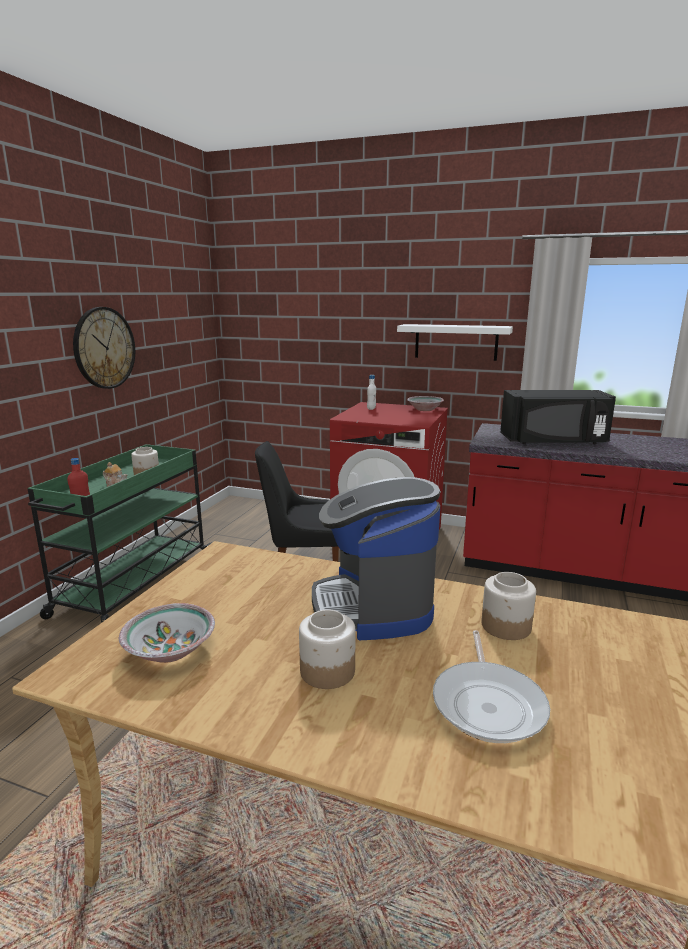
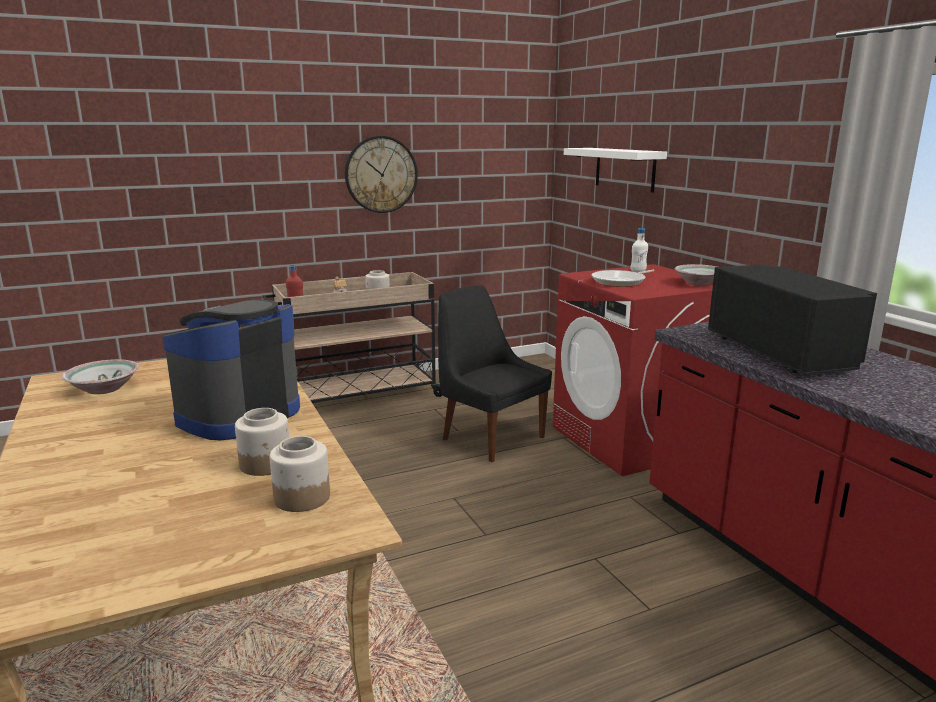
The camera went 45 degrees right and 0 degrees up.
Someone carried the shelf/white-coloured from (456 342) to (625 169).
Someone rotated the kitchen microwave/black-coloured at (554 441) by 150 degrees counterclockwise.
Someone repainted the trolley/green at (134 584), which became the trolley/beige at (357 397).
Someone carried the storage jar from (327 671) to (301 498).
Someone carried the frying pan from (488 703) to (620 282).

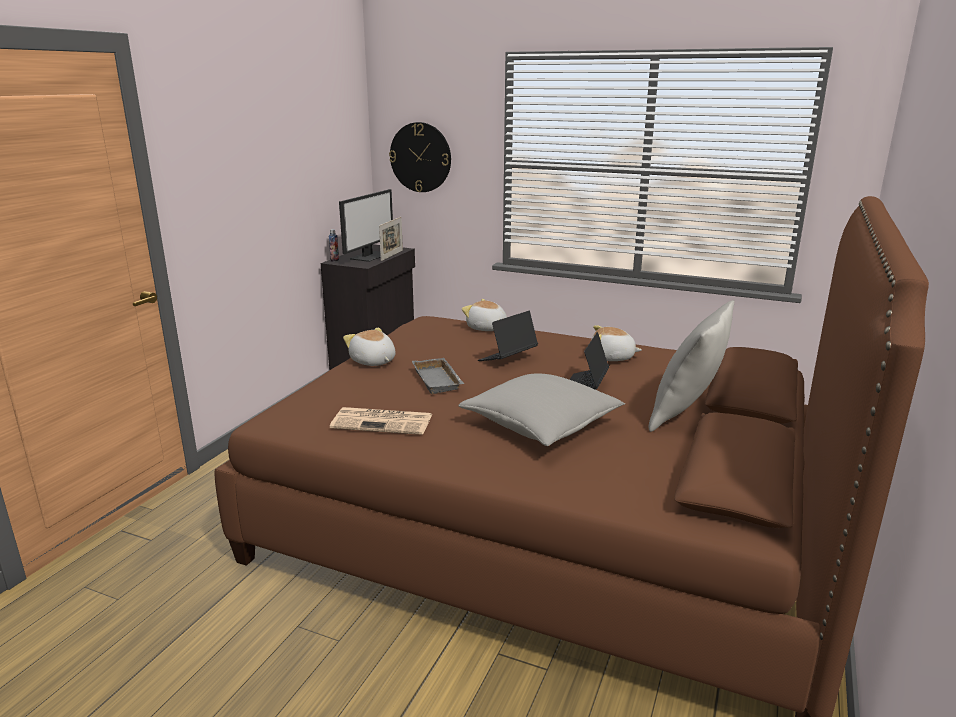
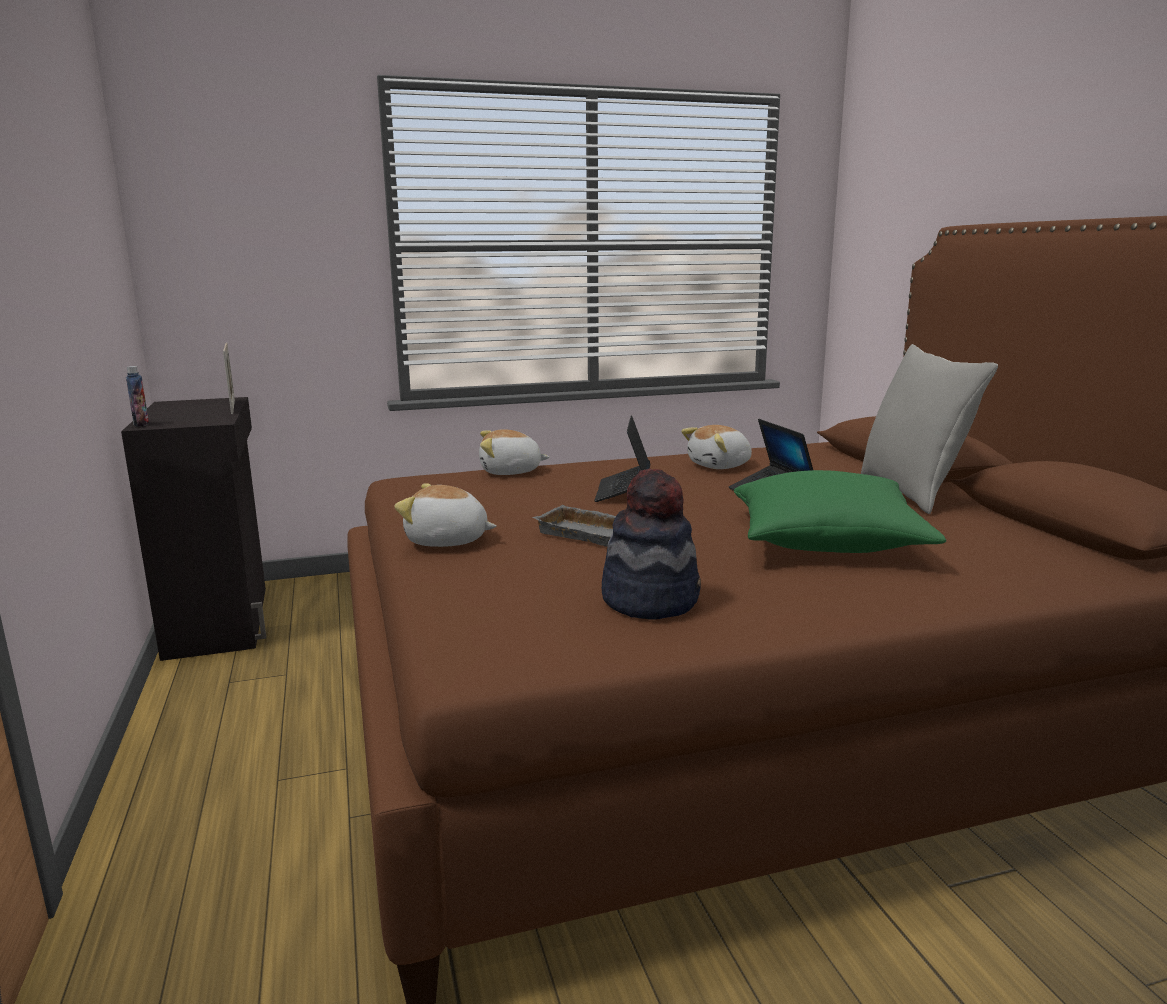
The camera went 40 degrees left and 5 degrees down.
Someone took away the wall clock at (420 157).
Someone took away the computer display at (369 256).
Someone repainted the pillow/gray at (541 425), which became the pillow/green at (826 541).
Someone swapped the daily paper at (384 422) for the clothing hat at (650 600).

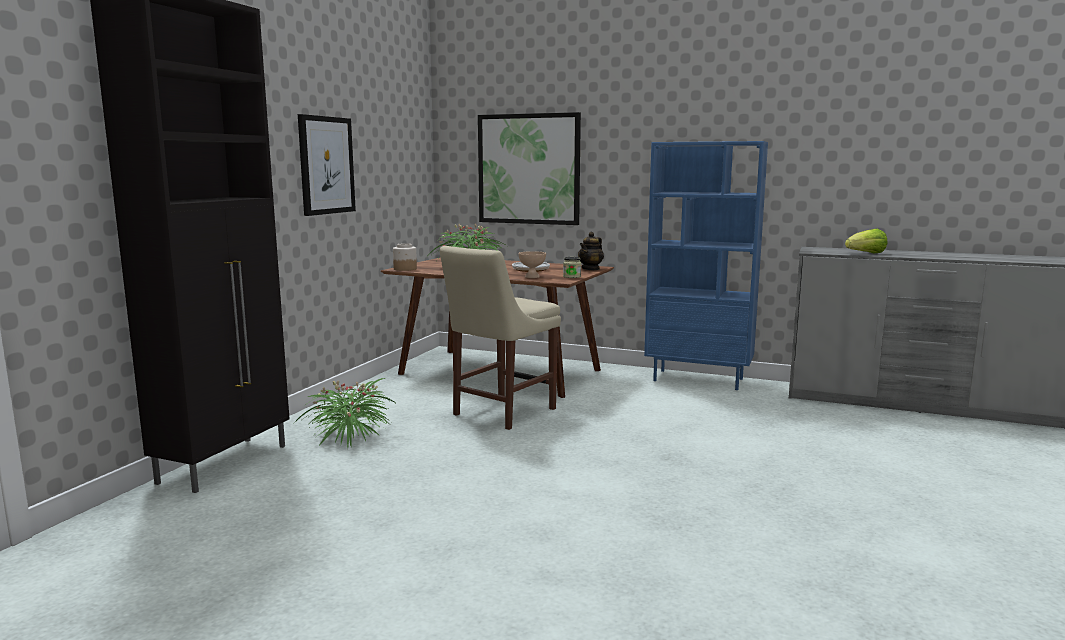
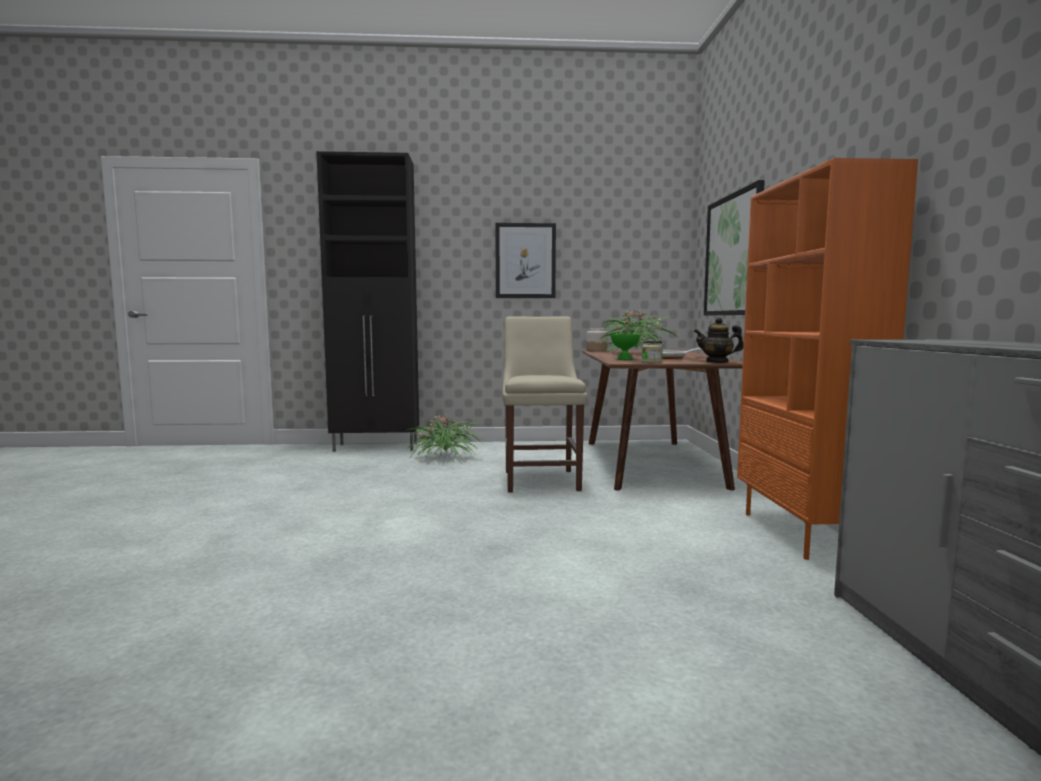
The camera went 65 degrees right and 5 degrees down.
Someone repainted the shelving unit/blue at (699 379), which became the shelving unit/orangey at (803 534).
Someone took away the lettuce head at (866 253).
Someone rotated the chair/beige at (500 413) by 75 degrees clockwise.
Someone repainted the bowl/beige at (532 277), which became the bowl/green at (624 359).

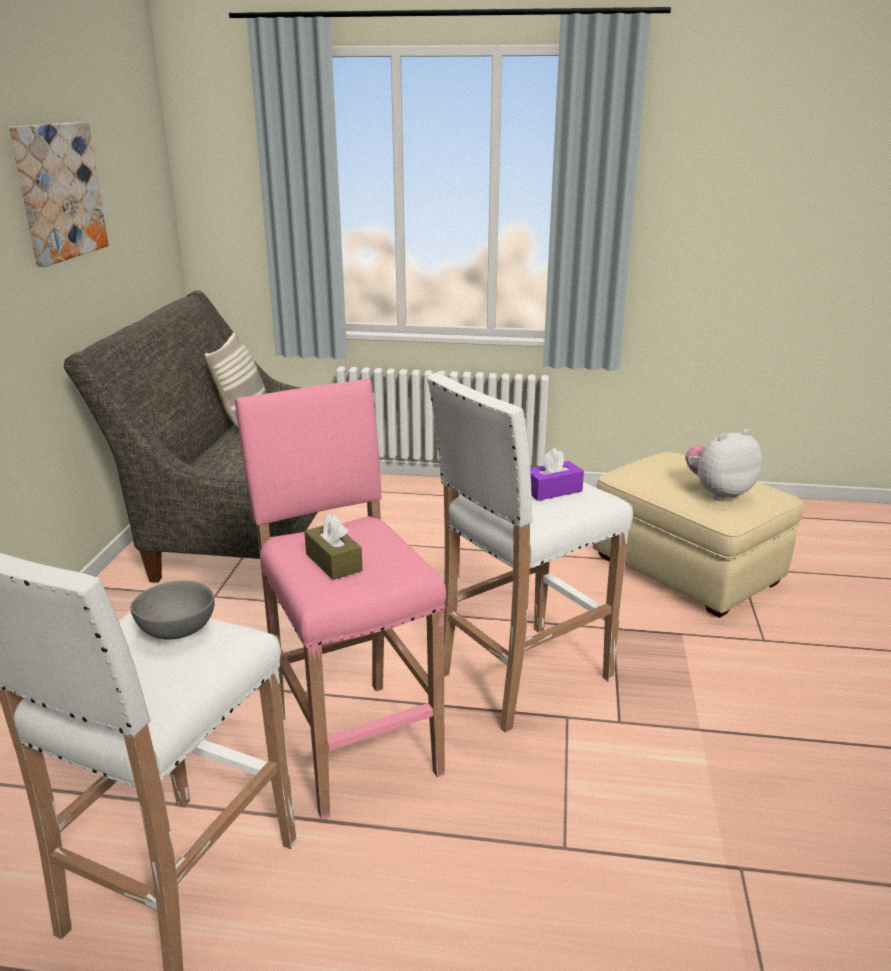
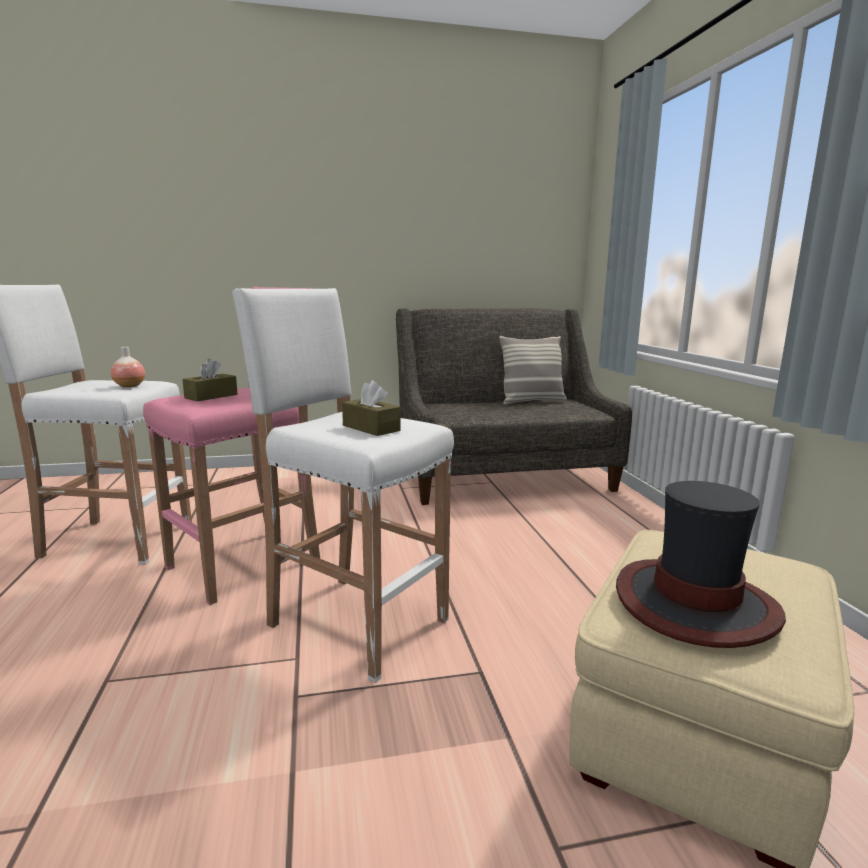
The camera went 70 degrees right and 10 degrees down.
Someone took away the wall art at (59 191).
Someone swapped the cuddly toy at (718 493) for the clothing hat at (695 603).
Someone repainted the tissue box/purple-coloured at (553 490), which became the tissue box/brown-coloured at (371 428).
Someone swapped the bowl/gray at (175 630) for the flower vase at (129 386).

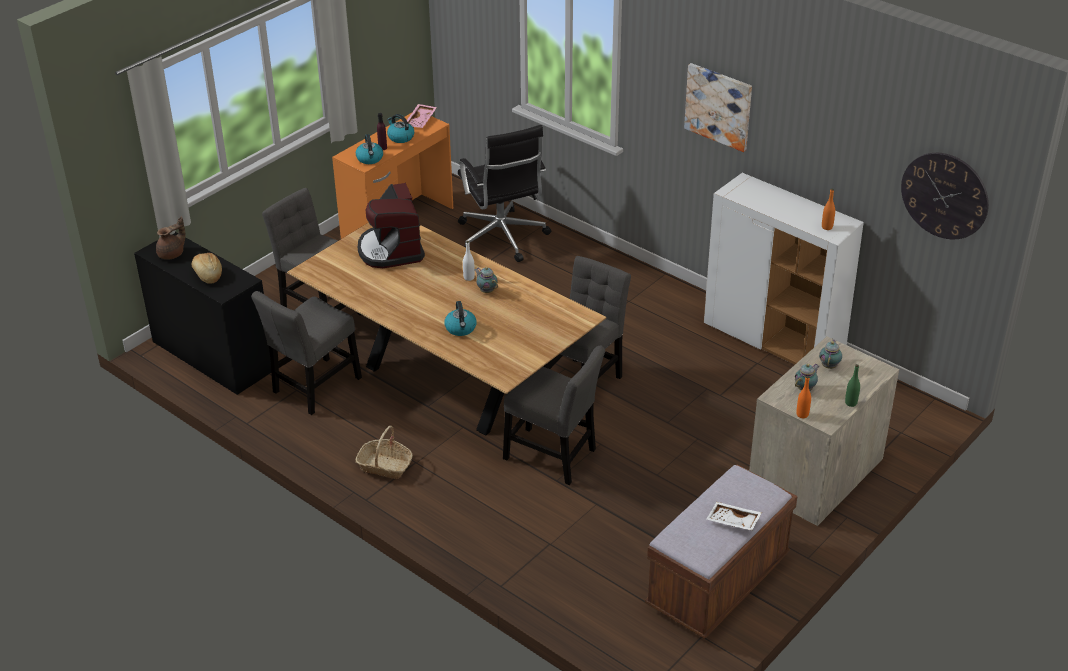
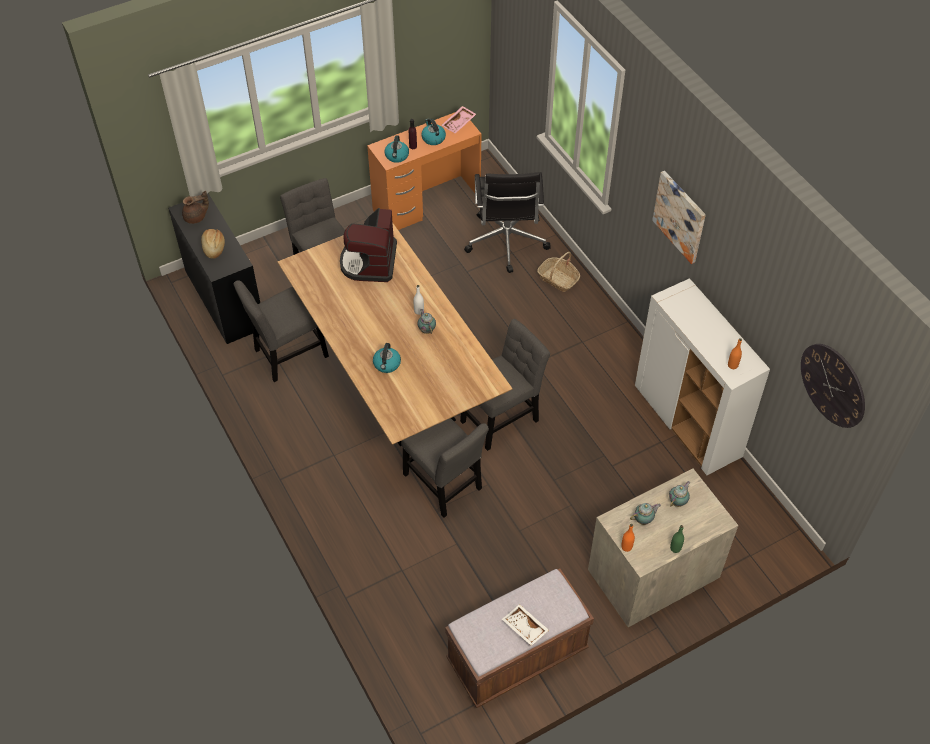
The camera went 20 degrees right and 15 degrees up.
Someone carried the household basket from (385 466) to (558 279).

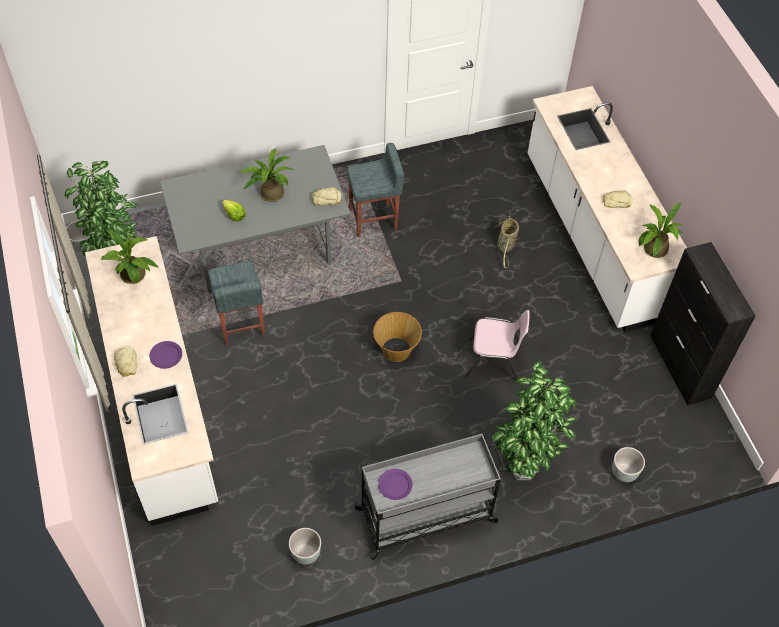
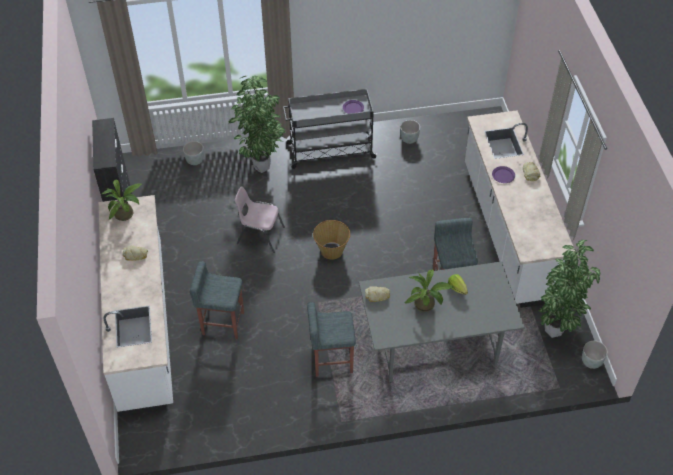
The camera went 170 degrees left and 5 degrees down.
Someone swapped the household basket at (505 247) for the sitting stool/gray at (222 323).
Someone took away the plant in a pot at (134 277).

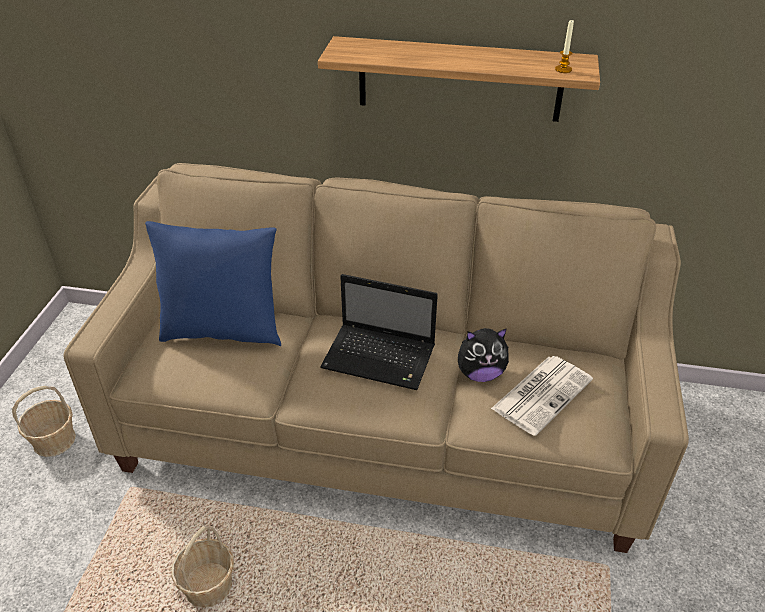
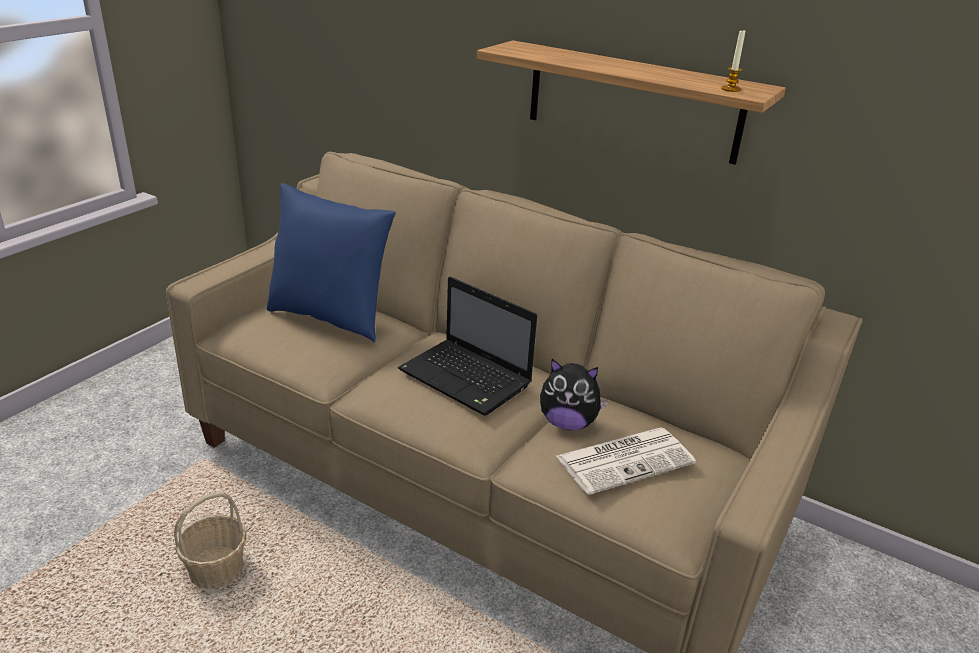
The camera went 20 degrees right and 10 degrees down.
Someone took away the household basket at (55 440).

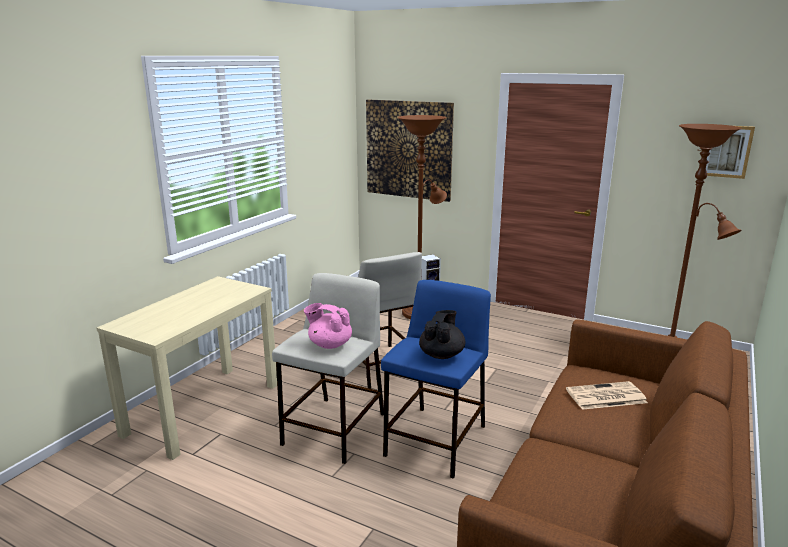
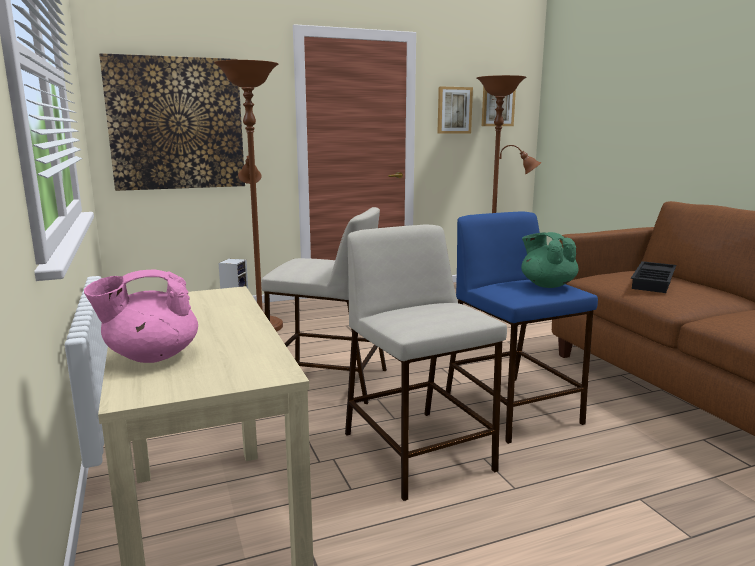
The camera went 50 degrees left and 5 degrees down.
Someone carried the teapot/pink-coloured from (329 344) to (151 356).
Someone repainted the teapot/black-coloured at (442 354), which became the teapot/green at (547 285).
Someone swapped the daily paper at (605 396) for the serving tray/black-coloured at (654 282).
Someone put up the wall art at (454 110).

